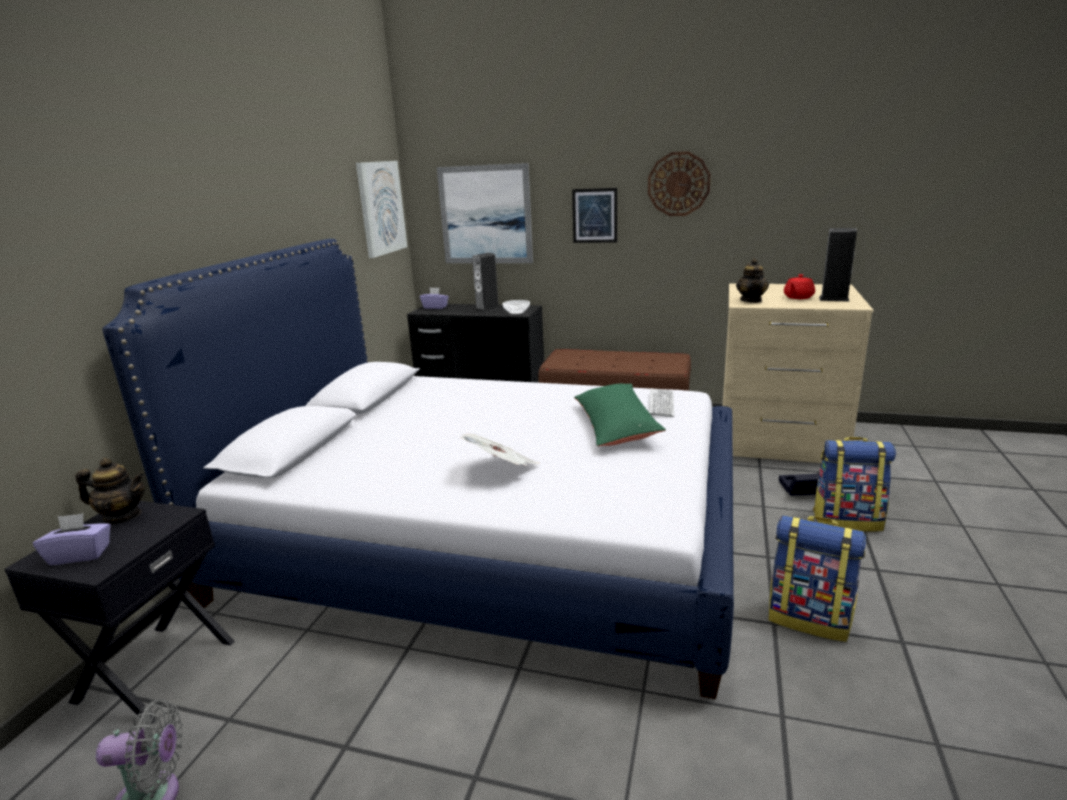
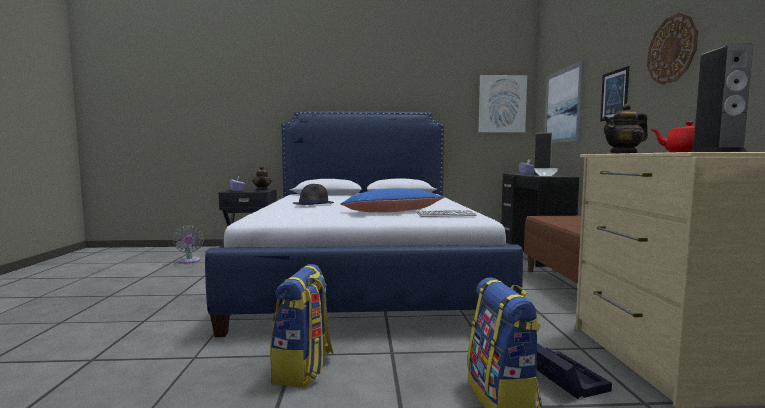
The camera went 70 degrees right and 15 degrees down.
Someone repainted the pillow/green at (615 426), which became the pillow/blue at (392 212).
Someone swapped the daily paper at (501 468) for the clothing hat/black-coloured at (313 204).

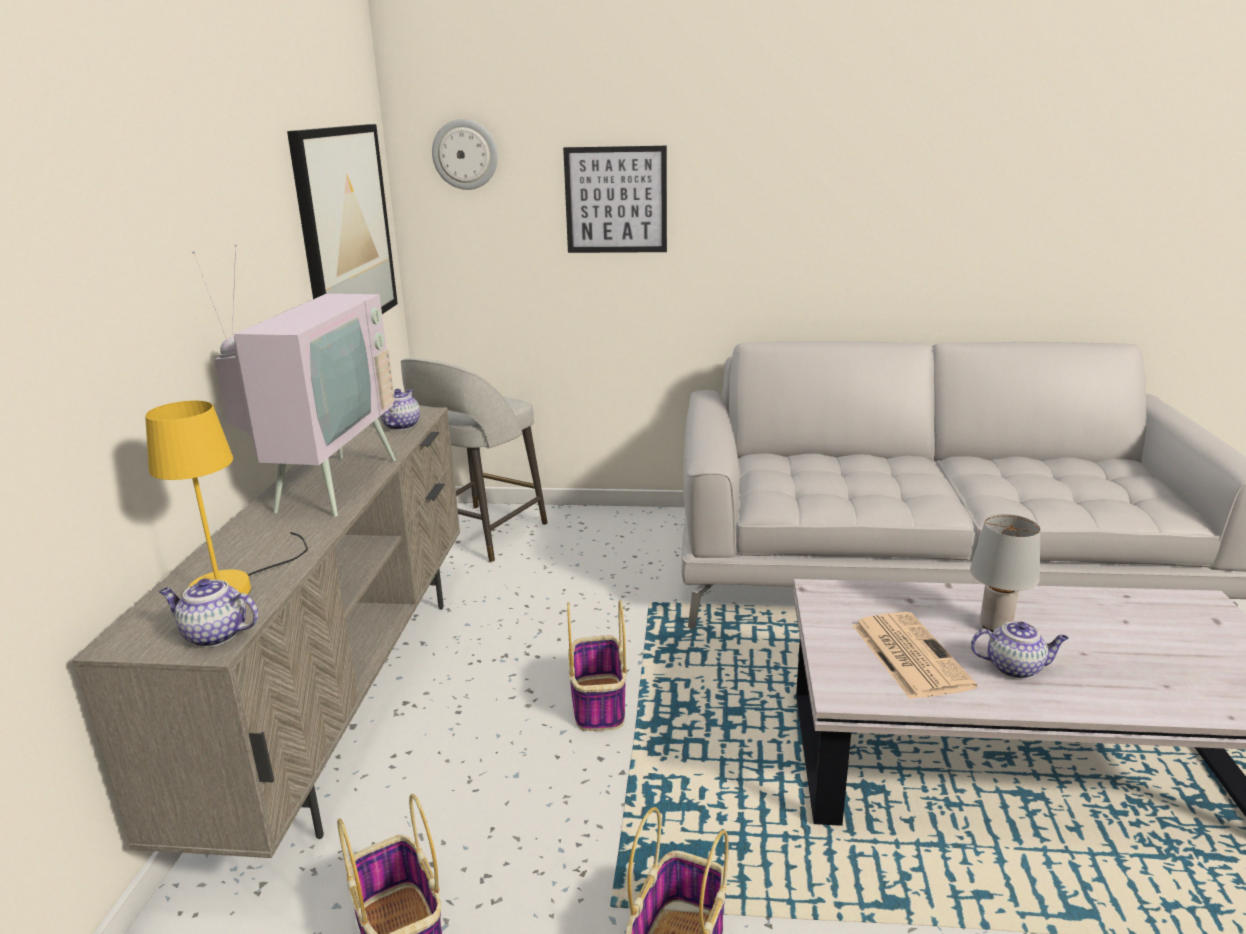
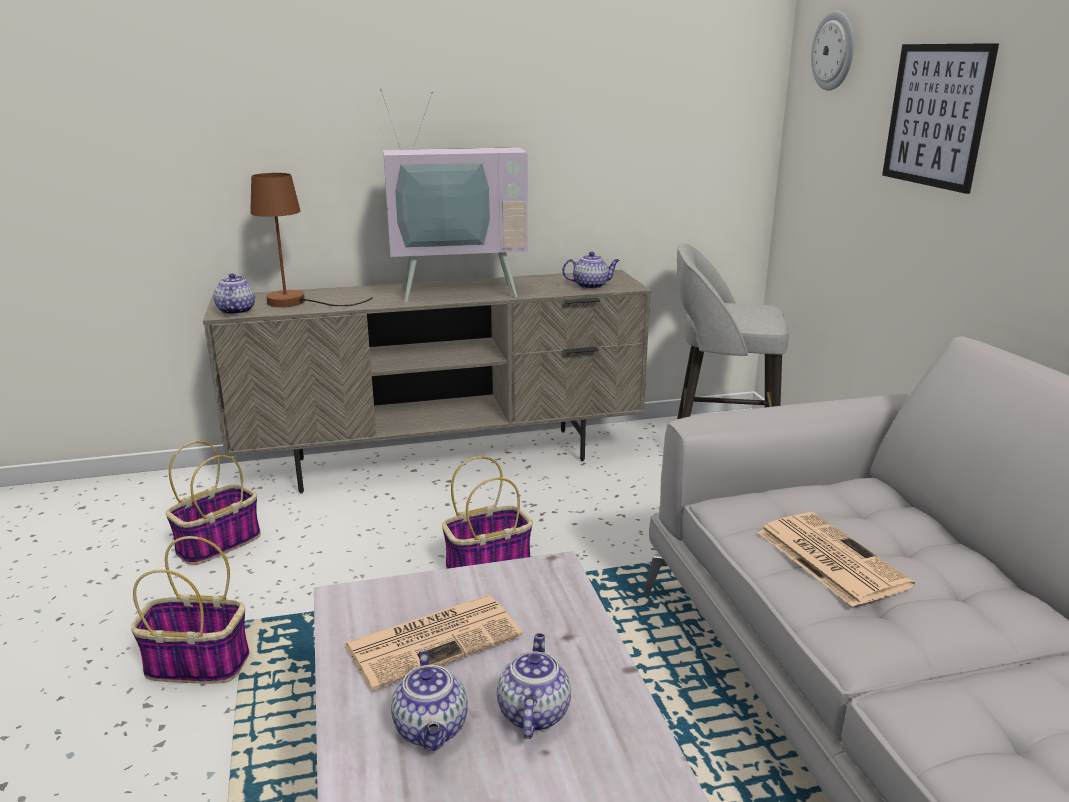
The camera went 70 degrees right and 0 degrees up.
Someone took away the wall art at (345 229).
Someone repainted the tabletop lamp/yellowish at (236 585), which became the tabletop lamp/brown-coloured at (297 302).
Someone swapped the tabletop lamp/gray at (994 626) for the teapot at (533 712).
Someone put down the daily paper at (829 558).

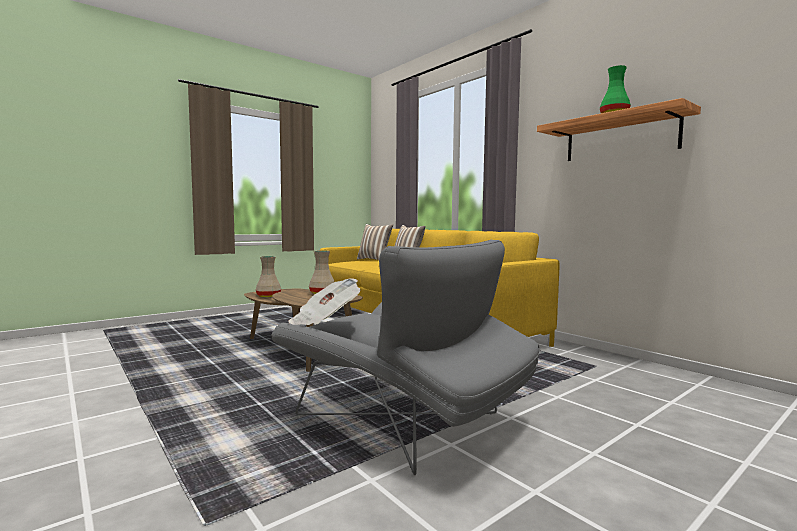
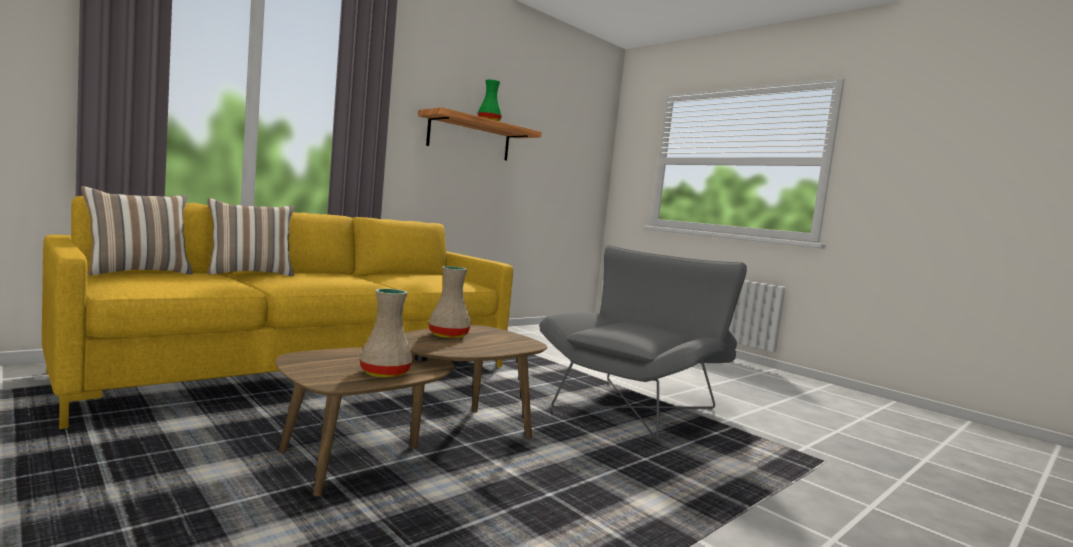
The camera went 95 degrees left and 0 degrees up.
Someone took away the daily paper at (324 320).

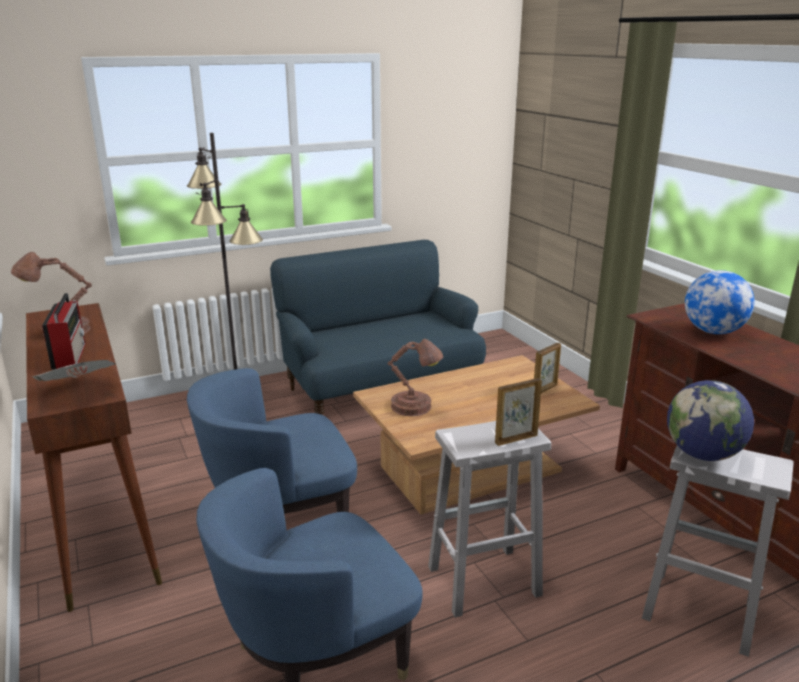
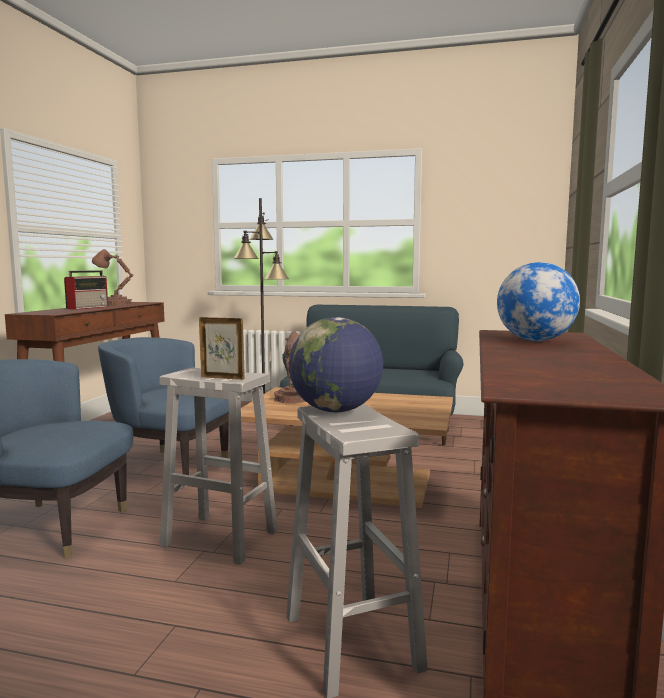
The camera went 40 degrees right and 15 degrees down.
Someone took away the standing frame at (545 389).
Someone took away the daily paper at (79 390).

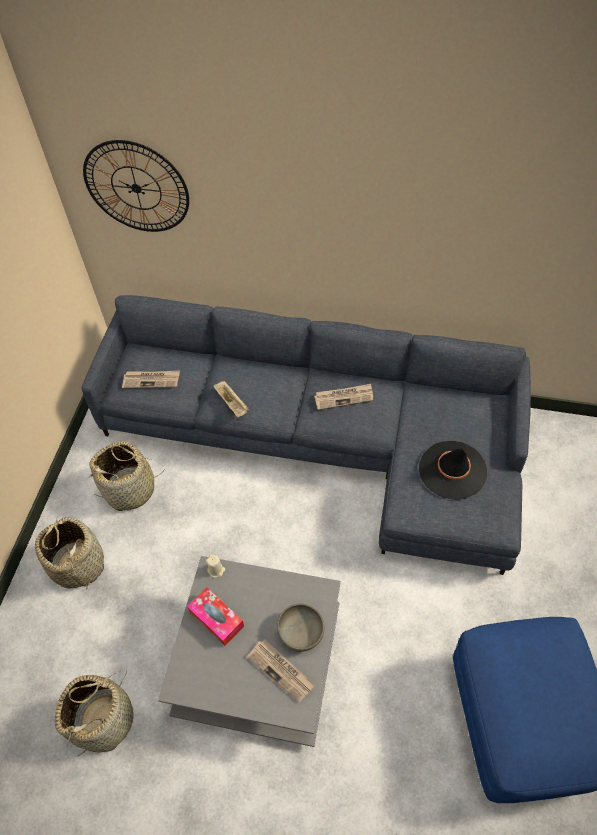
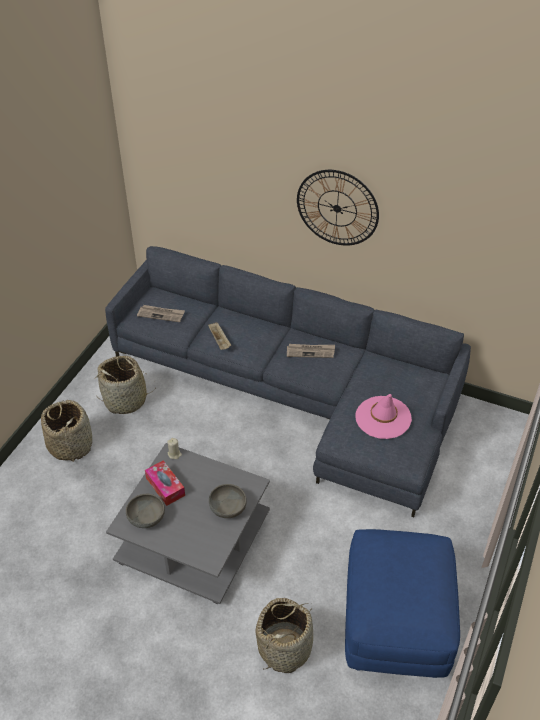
The camera went 10 degrees right and 10 degrees down.
Someone carried the wall clock from (136 188) to (337 208).
Someone repainted the clothing hat/black-coloured at (452 470), which became the clothing hat/pink-coloured at (383 417).
Someone took away the daily paper at (281 670).
Someone carried the household basket from (105 719) to (285 647).
Someone put down the bowl/gray at (146 517).

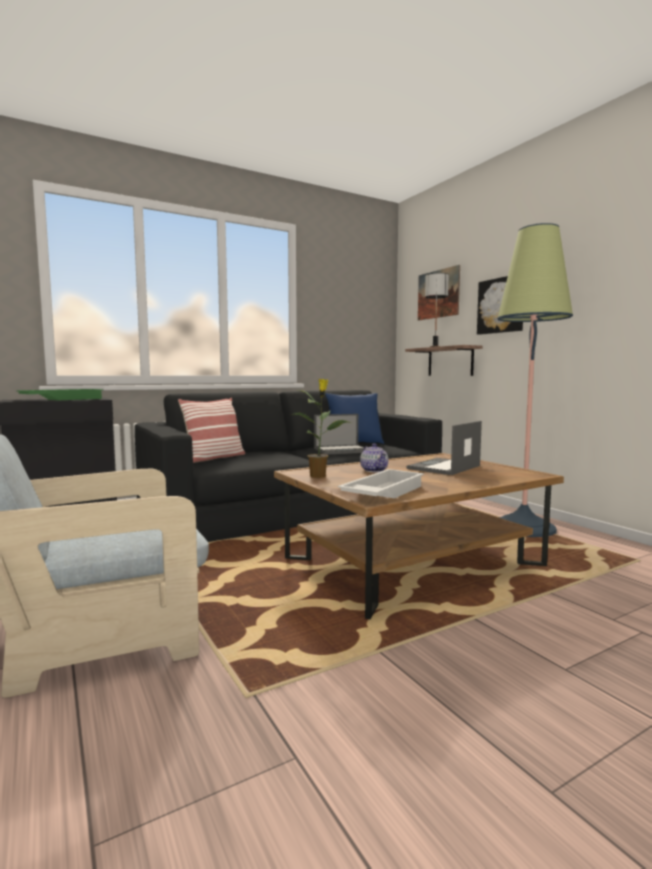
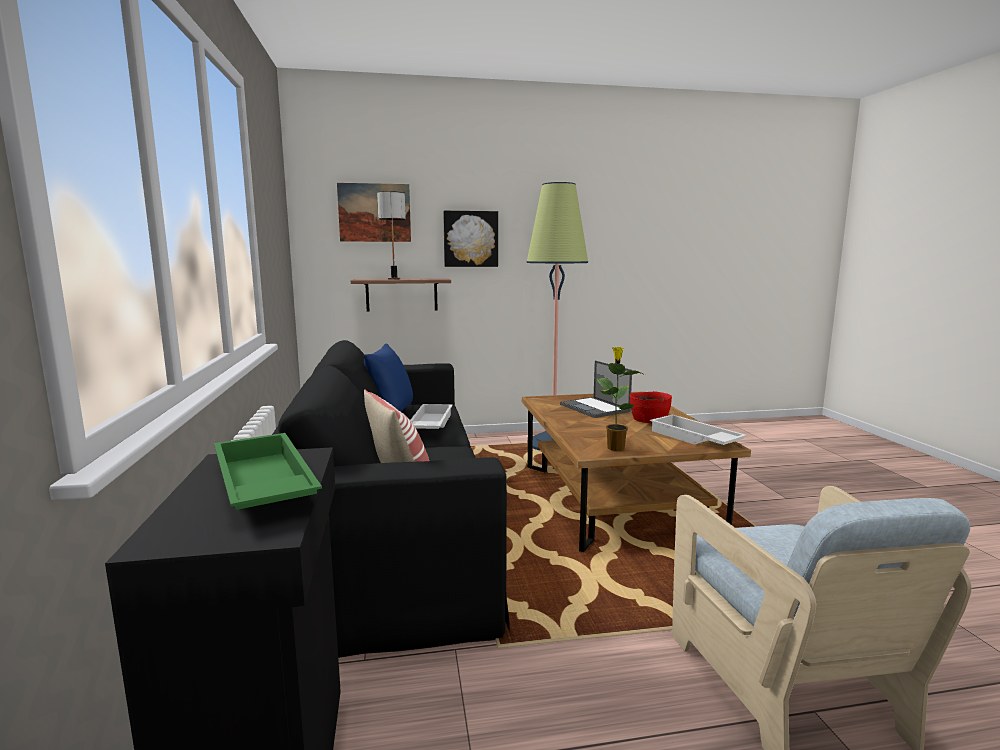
The camera went 70 degrees left and 5 degrees up.
Someone swapped the notebook computer at (342 450) for the serving tray/white-coloured at (429 424).
Someone took away the teapot at (374 470).
Someone put down the bowl/red at (648 419).

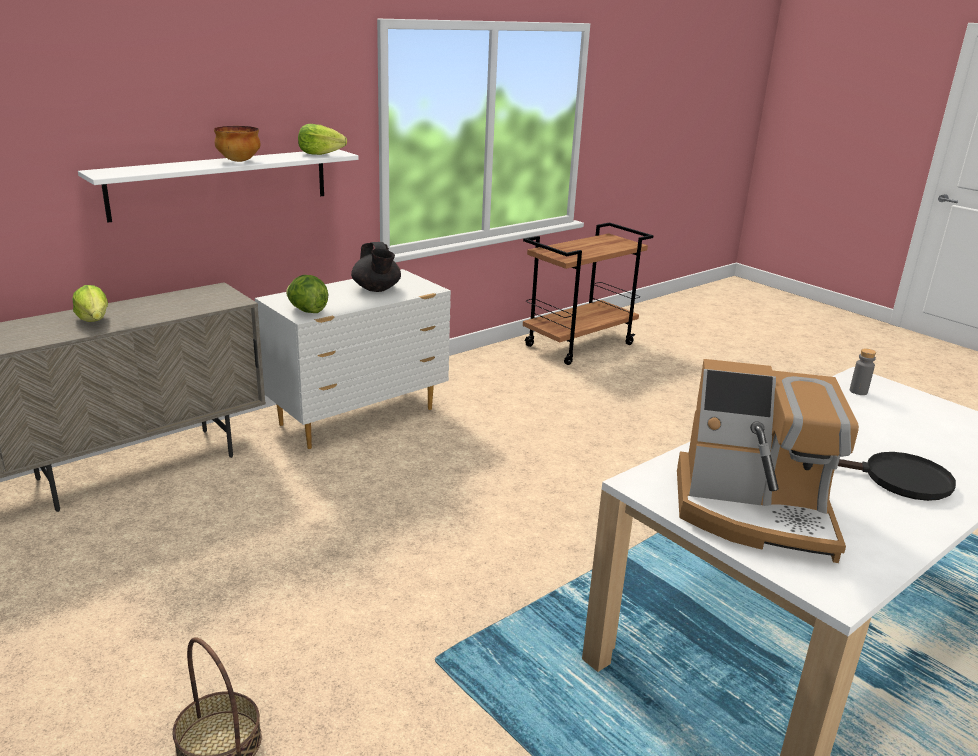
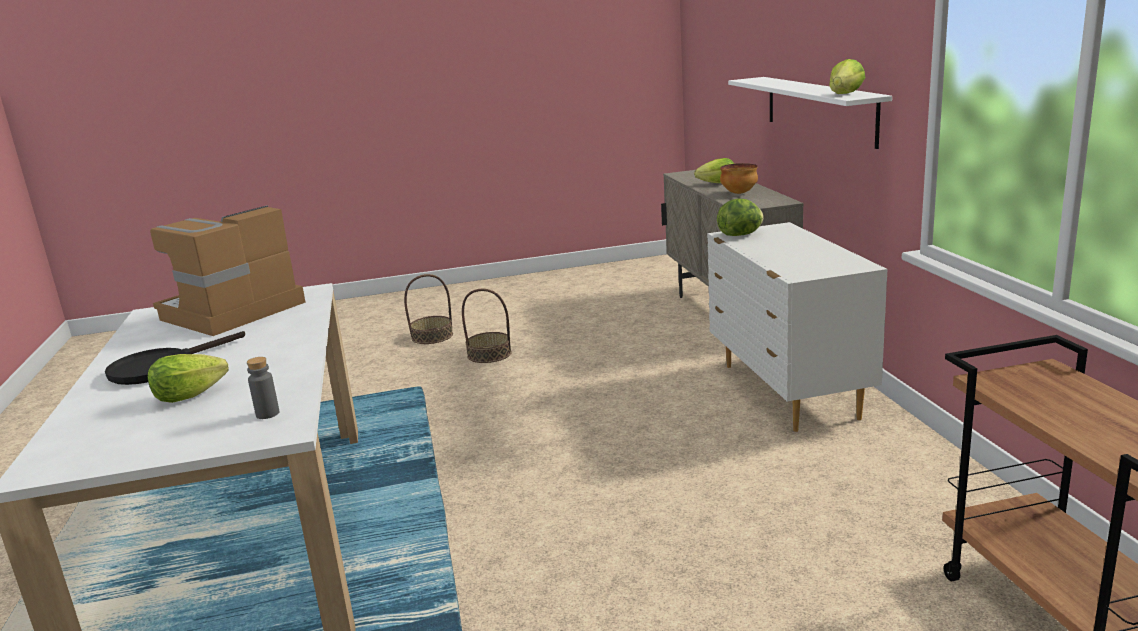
The camera went 120 degrees right and 5 degrees down.
Someone carried the bowl from (239 161) to (739 193).
Someone took away the teapot/black-coloured at (376 289).
Someone put down the household basket at (489 354).
Someone put down the lettuce head at (188 396).

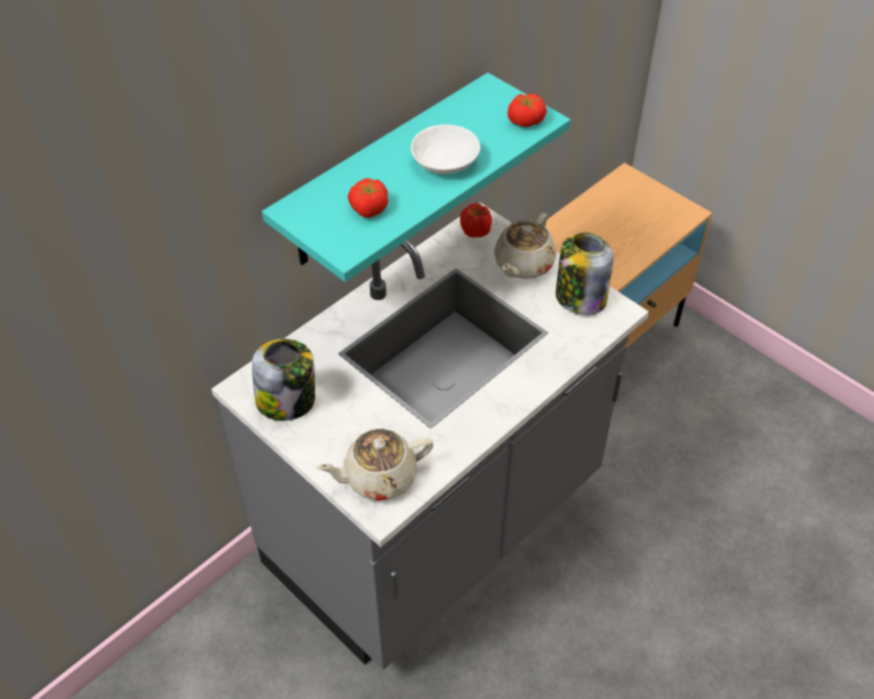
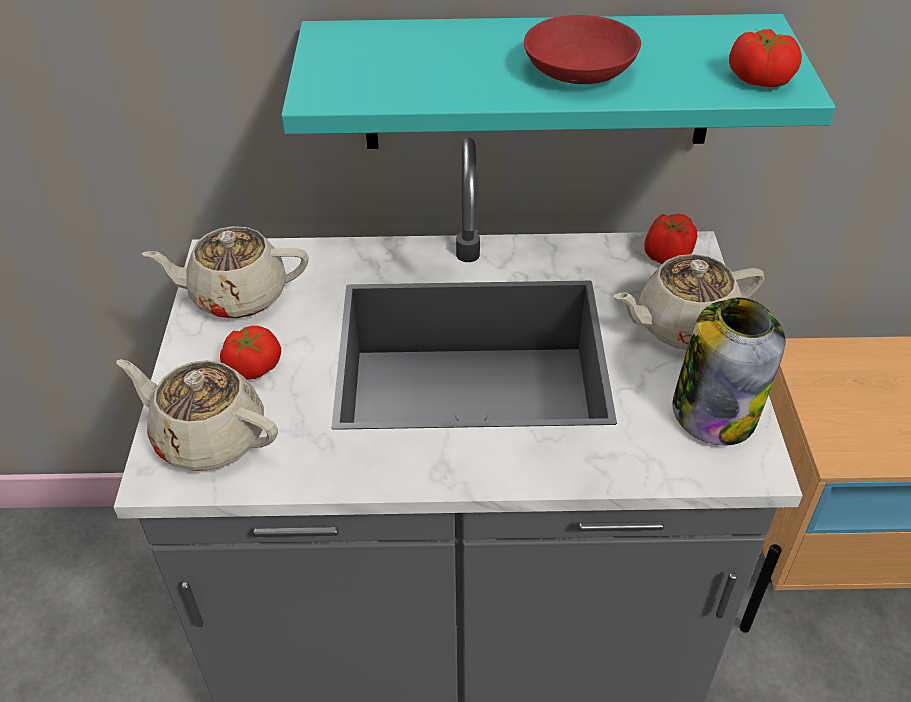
The camera went 45 degrees right and 5 degrees down.
Someone repainted the bowl/white-coloured at (444 160), which became the bowl/red at (579 69).
Someone carried the fresh tomato from (368 208) to (252 366).
Someone swapped the storage jar at (287 400) for the teapot/beige at (237 296).

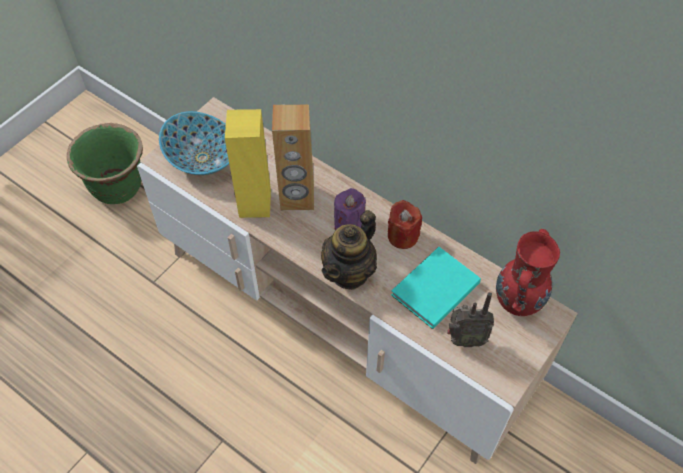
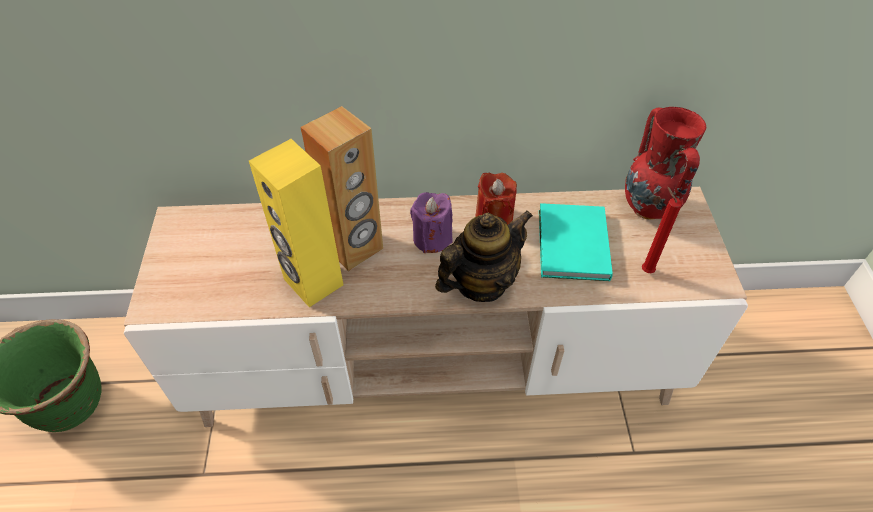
The camera went 40 degrees left and 5 degrees down.
Someone took away the bowl at (203 158).
Someone rotated the teapot at (350 272) by 120 degrees counterclockwise.
Someone swapped the radio at (465 339) for the wax candle/red at (645 270).

